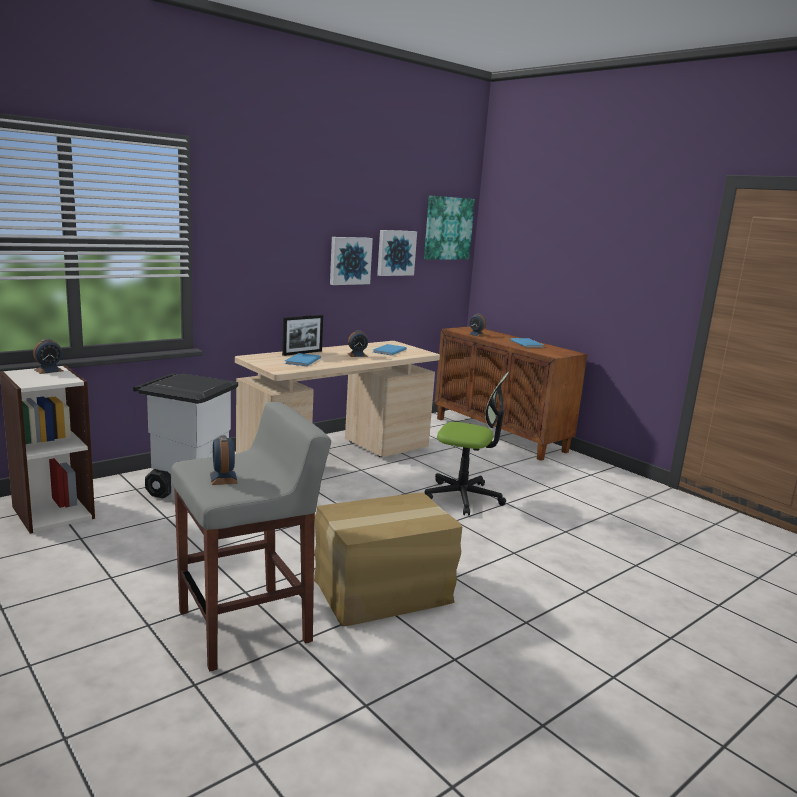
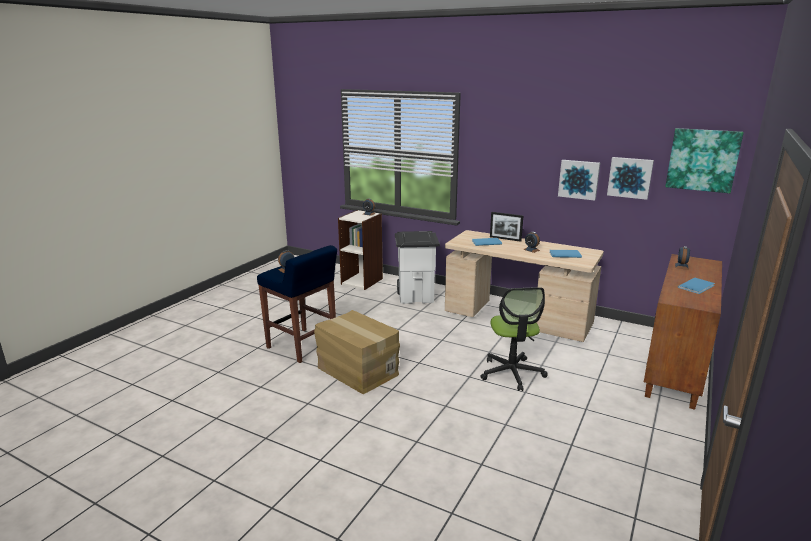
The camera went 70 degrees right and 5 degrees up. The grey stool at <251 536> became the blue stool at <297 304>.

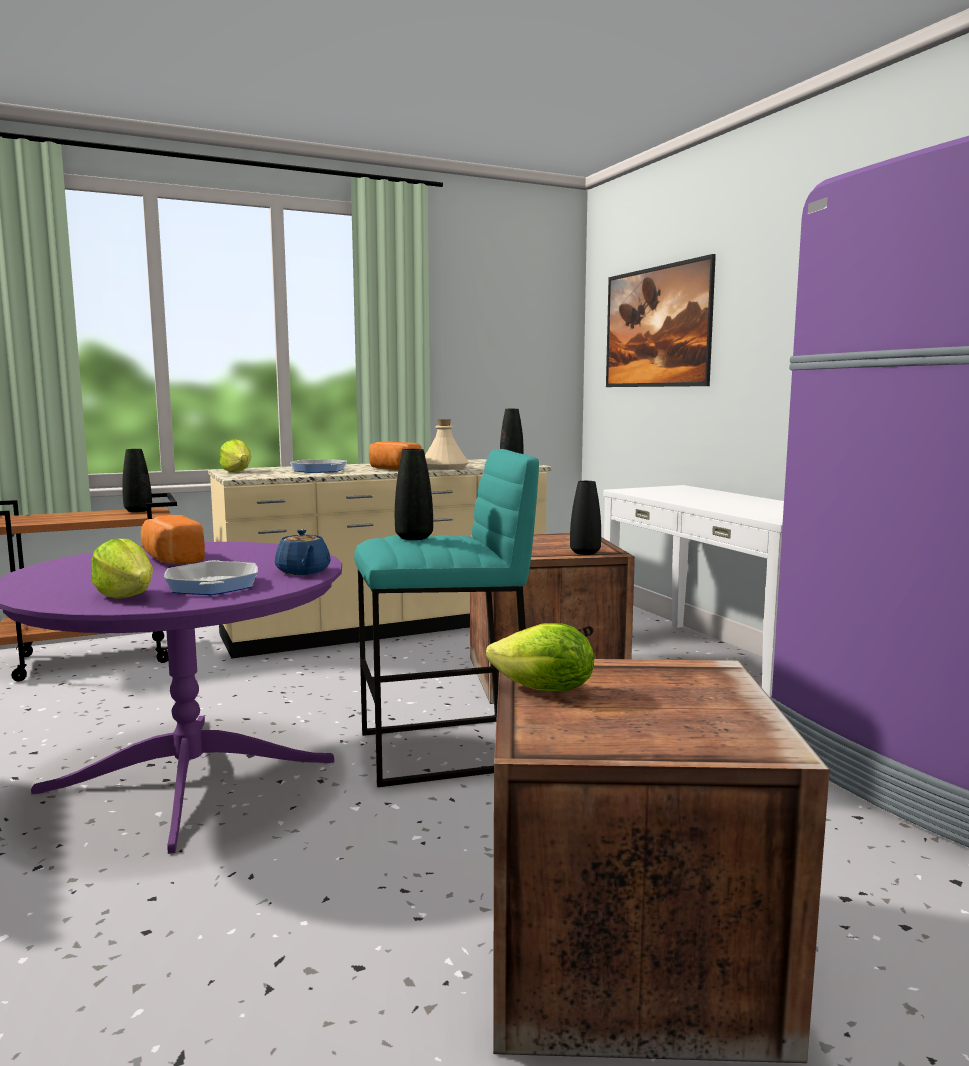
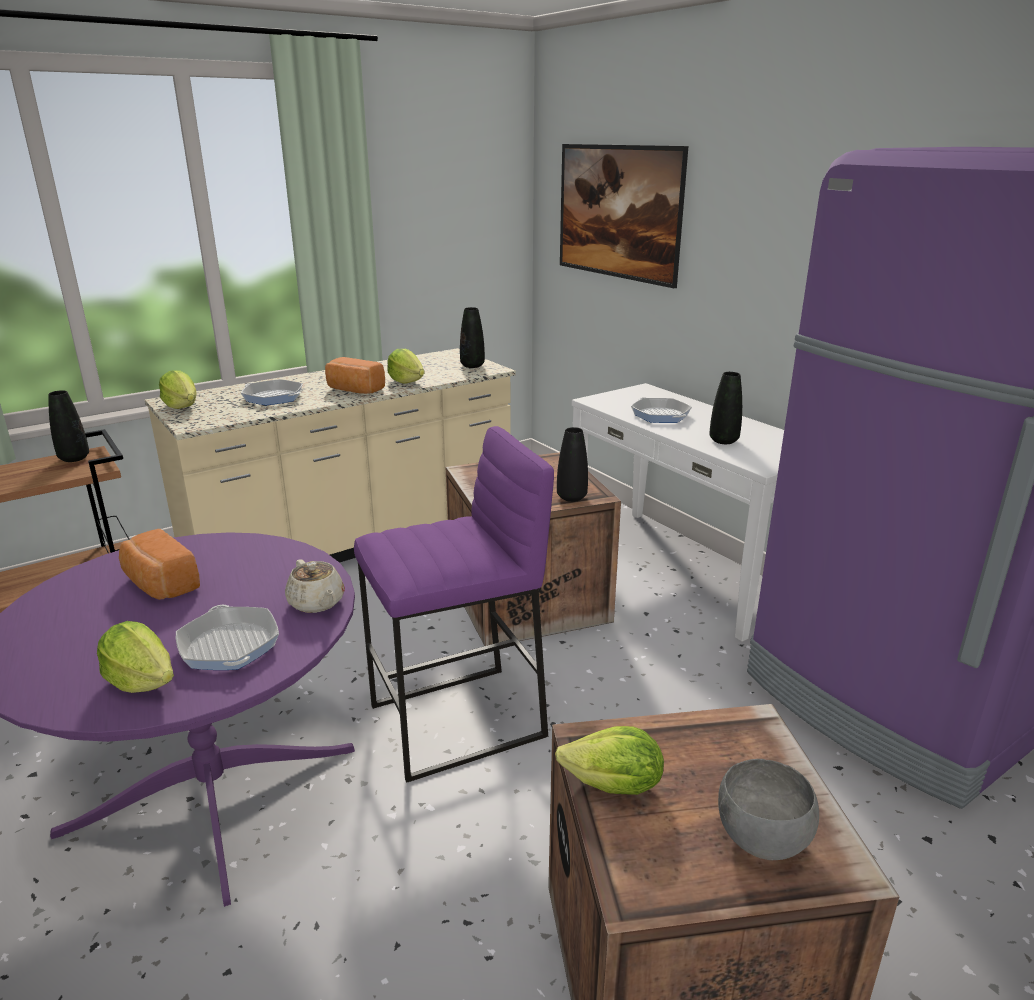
The camera went 10 degrees left and 15 degrees up. The blue teapot at <302 552> became the beige teapot at <315 586>. The turquoise stool at <446 618> became the purple stool at <454 604>. The beige bottle at <447 444> was replaced by the lettuce at <406 366>. The frying pan at <661 410> appeared. The black vase moved from <414 494> to <725 408>. The grey bowl at <768 809> appeared.

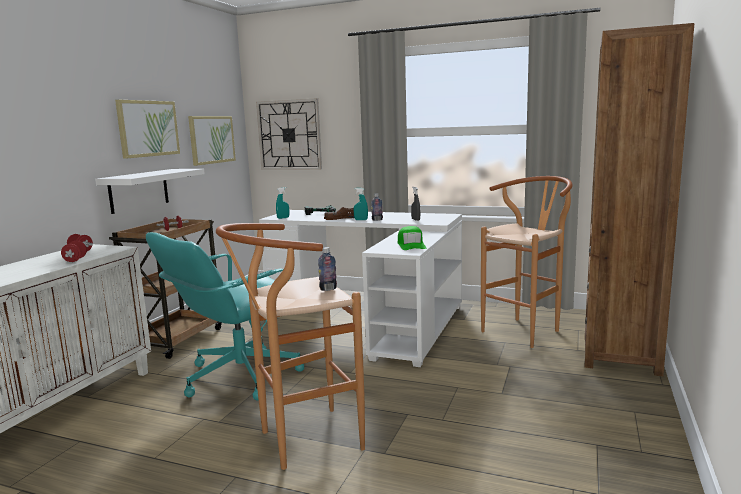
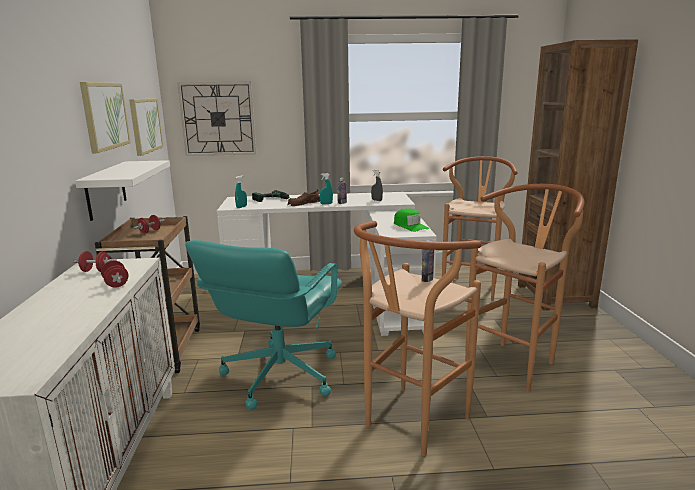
The camera went 25 degrees left and 5 degrees up. The brown stool at <524 288> appeared.

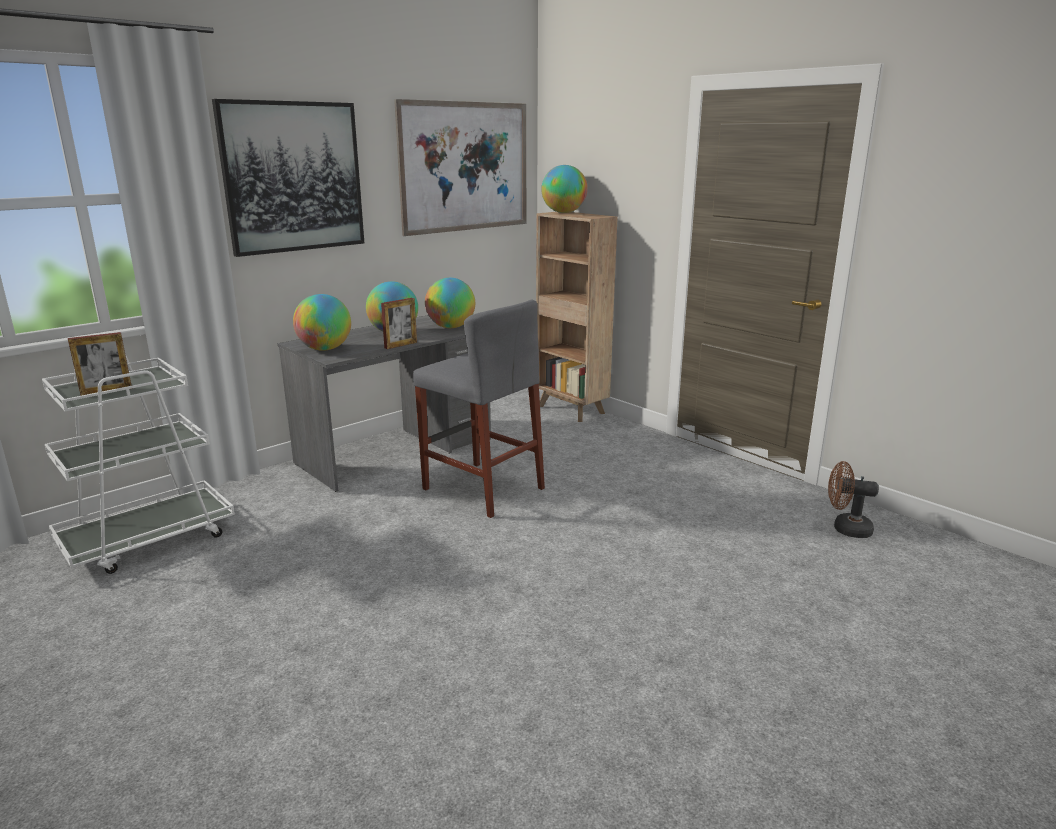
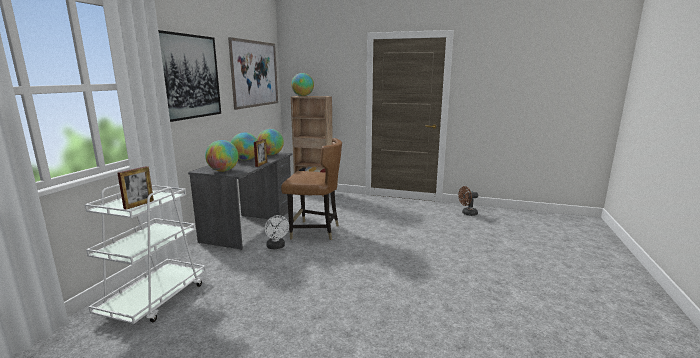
The camera went 30 degrees left and 5 degrees down. The white fan at <277 232> appeared. The grey stool at <479 409> was replaced by the brown chair at <311 189>.

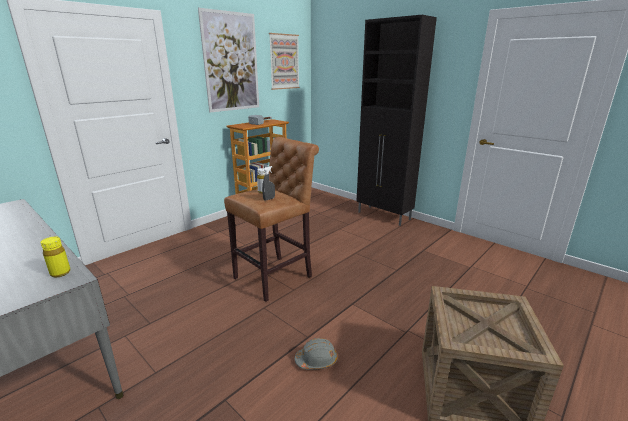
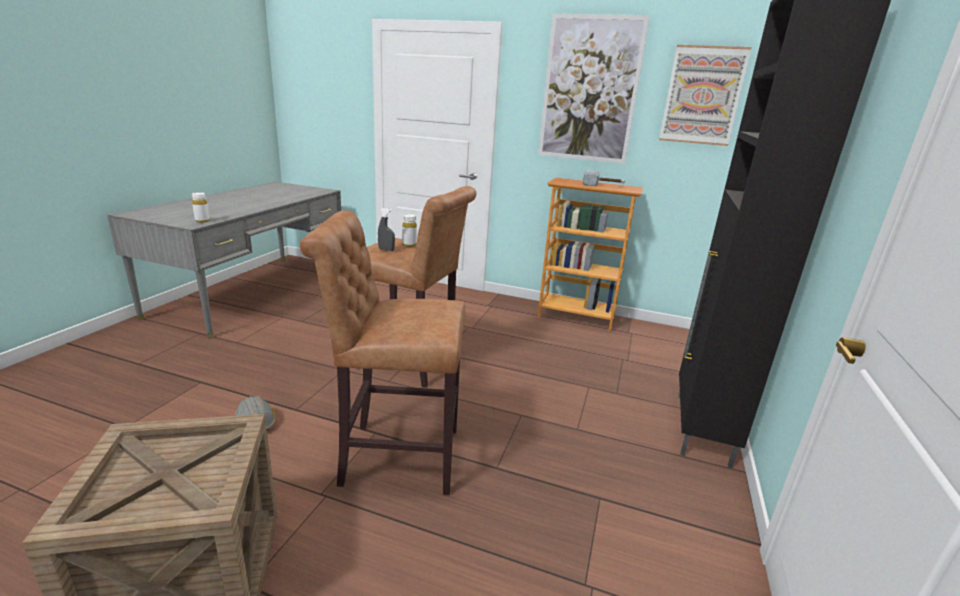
The camera went 65 degrees right and 0 degrees up. The yellow bottle at <56 257> became the white bottle at <201 207>. The brown stool at <382 352> appeared.

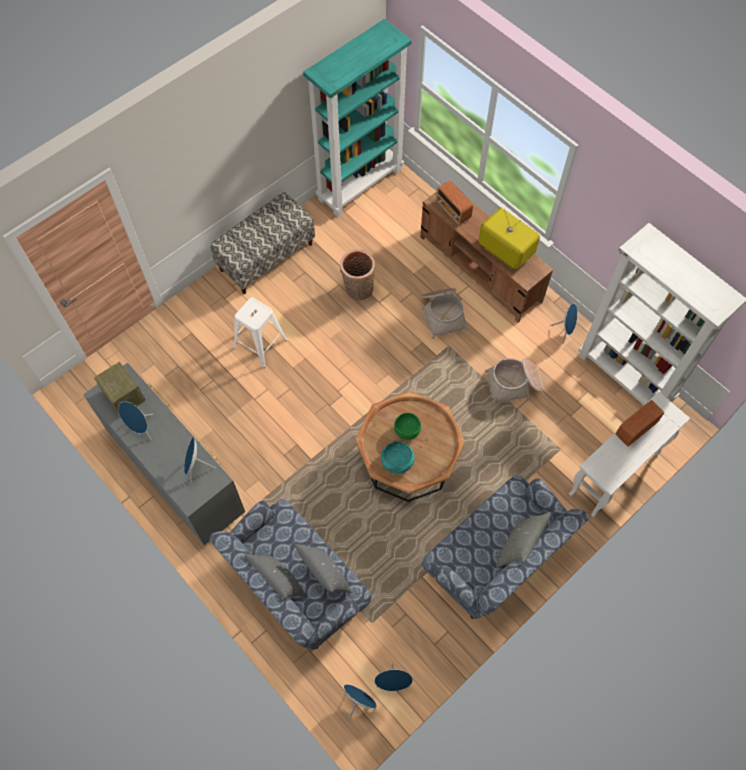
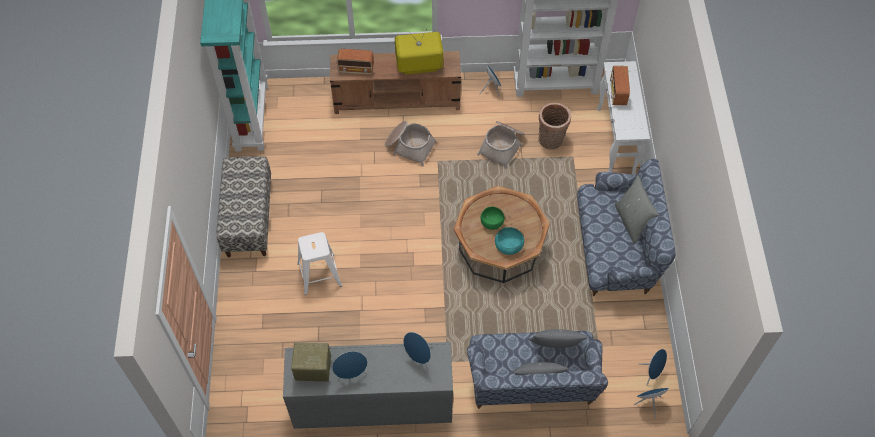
The camera went 50 degrees left and 5 degrees down. The basket moved from <358 274> to <554 126>.

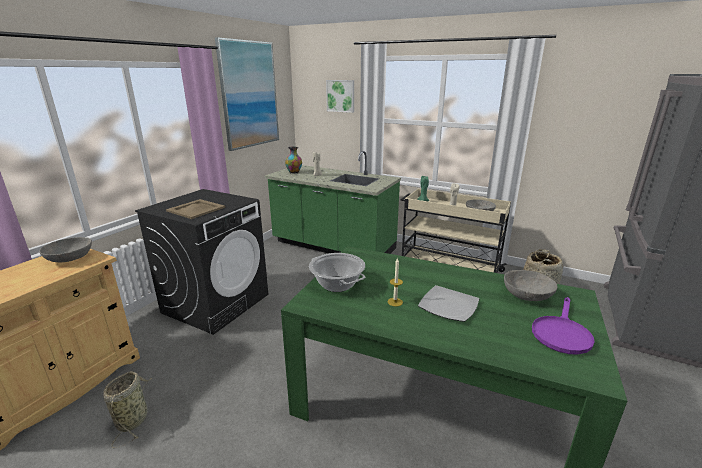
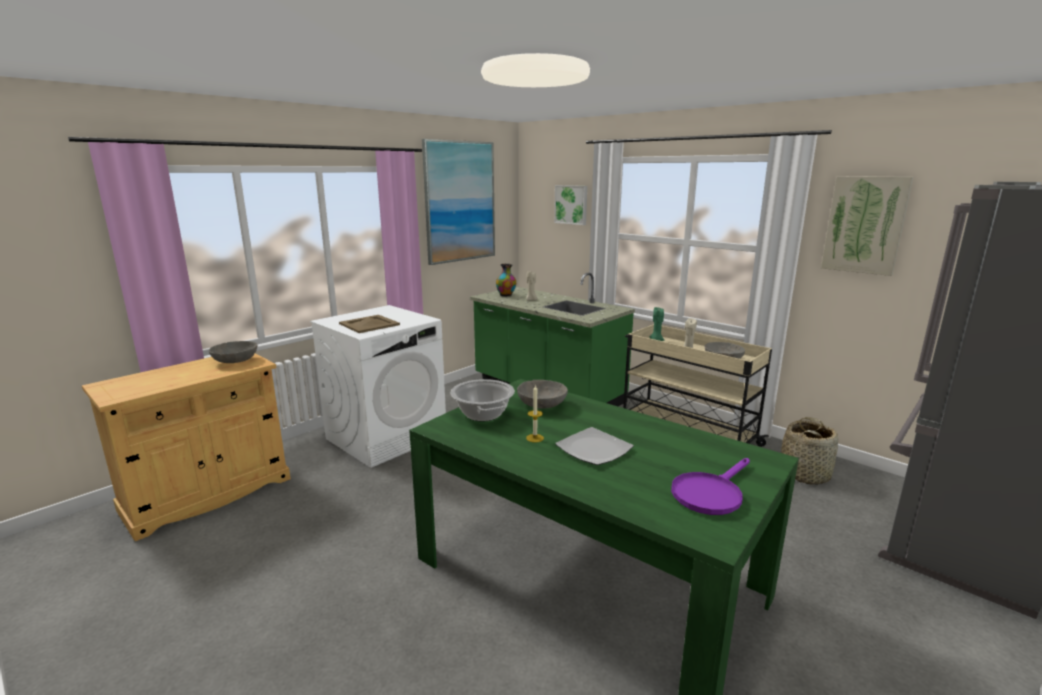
The camera went 15 degrees right and 5 degrees down. The black washing machine at <201 262> became the white washing machine at <378 386>. The grey bowl moved from <531 285> to <542 394>. The picture at <867 226> appeared. The basket at <127 409> disappeared.

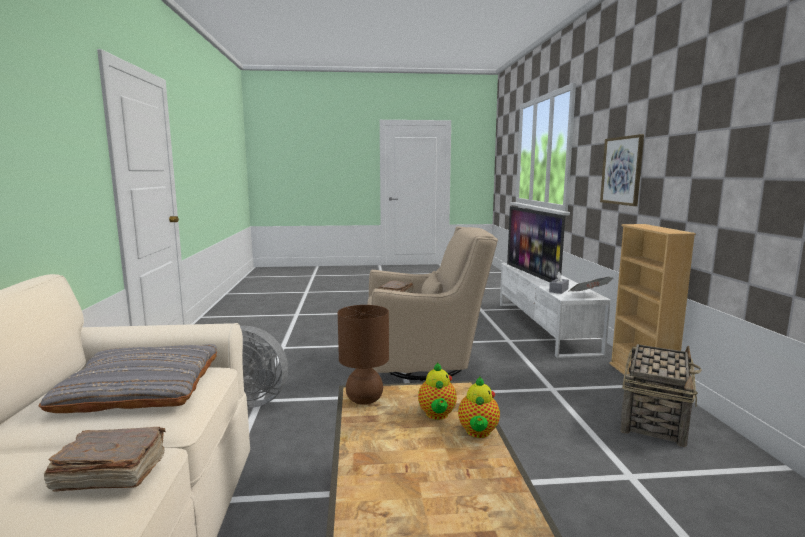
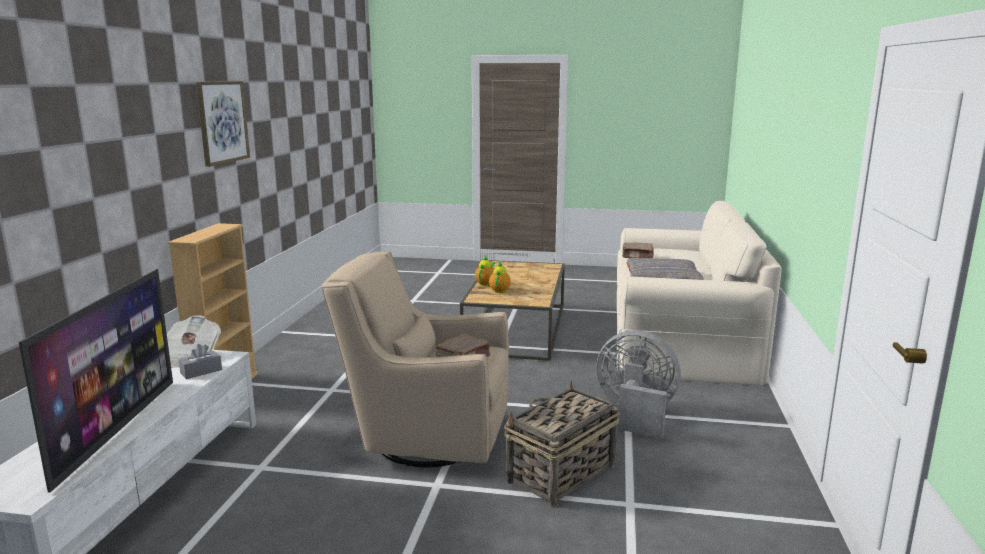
The camera went 165 degrees left and 5 degrees up. The picture moved from <622 170> to <223 124>. The basket moved from <661 395> to <562 443>. The brown table lamp at <363 355> disappeared.

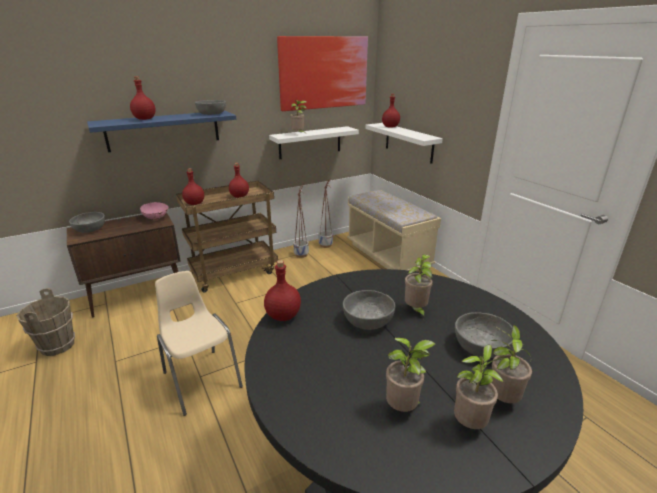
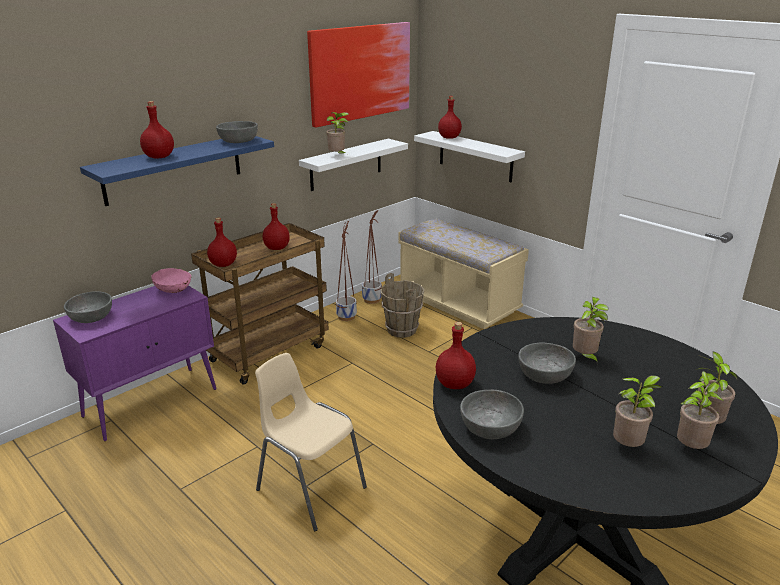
The camera went 15 degrees left and 0 degrees up. The brown cabinet at <124 265> became the purple cabinet at <135 363>. The brown bucket moved from <46 322> to <402 305>. The grey bowl moved from <484 335> to <492 414>.

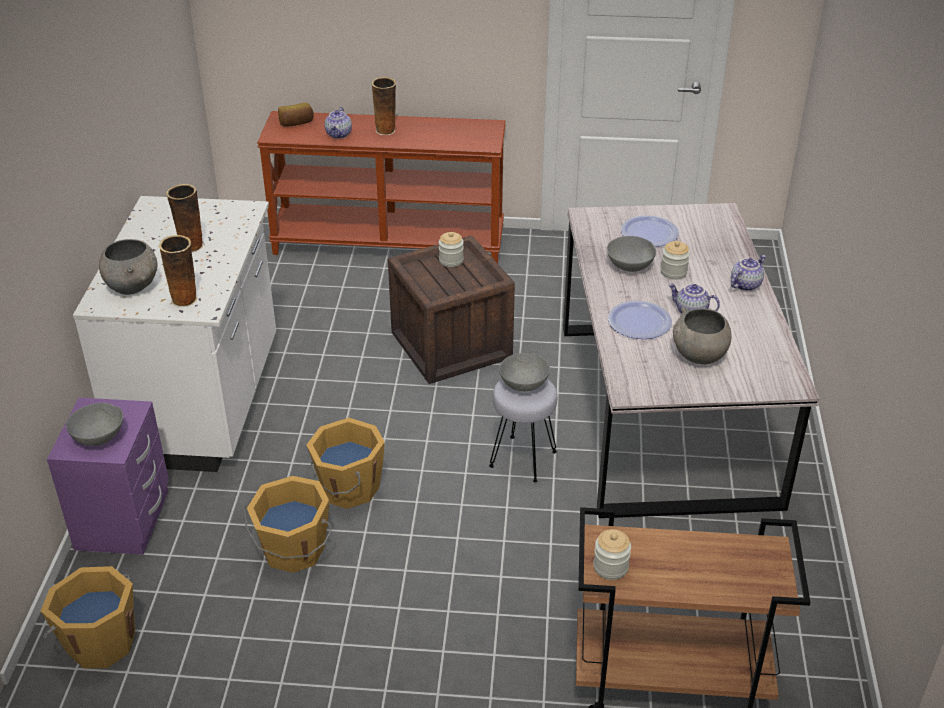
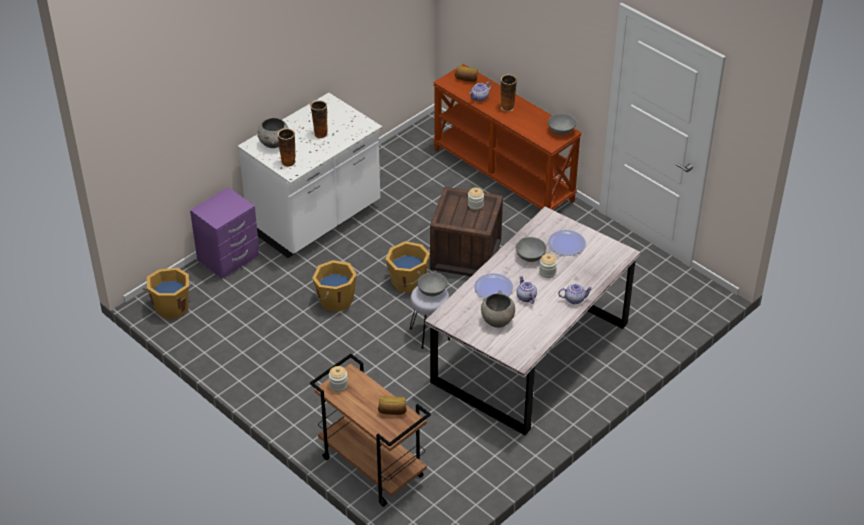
The camera went 40 degrees right and 5 degrees up. The bread at <392 405> appeared. The orange bucket moved from <288 524> to <408 267>. The grey bowl moved from <94 424> to <562 124>.

